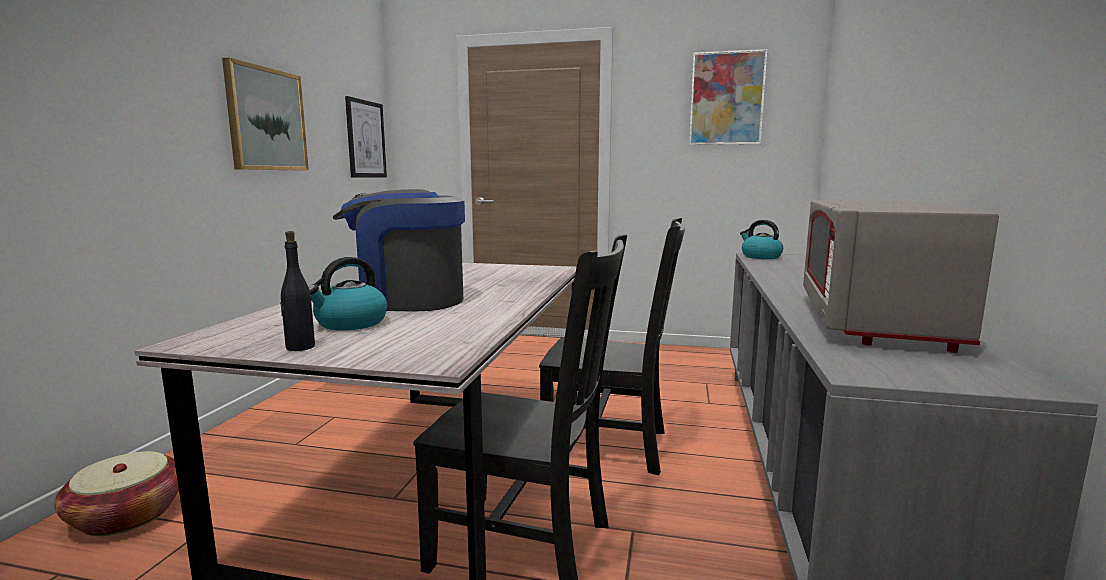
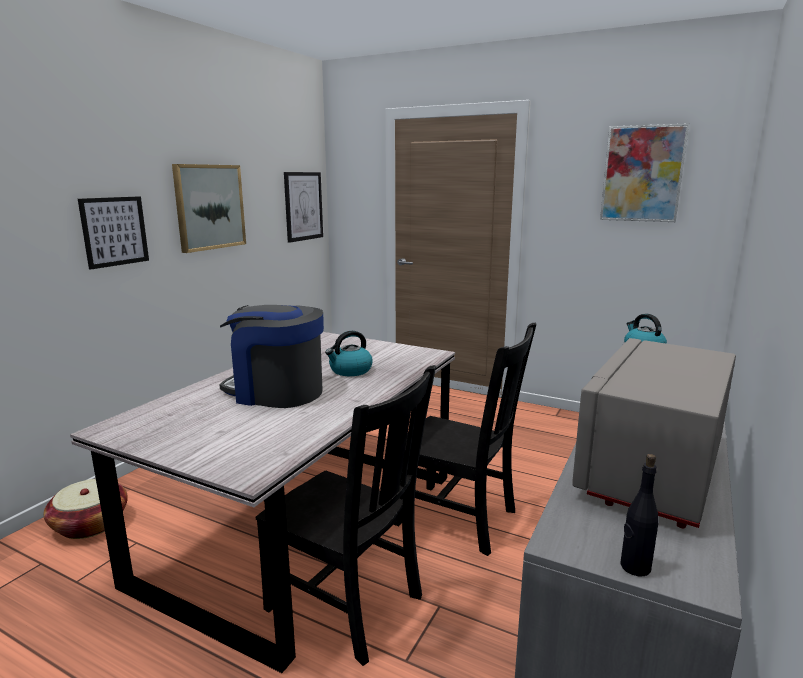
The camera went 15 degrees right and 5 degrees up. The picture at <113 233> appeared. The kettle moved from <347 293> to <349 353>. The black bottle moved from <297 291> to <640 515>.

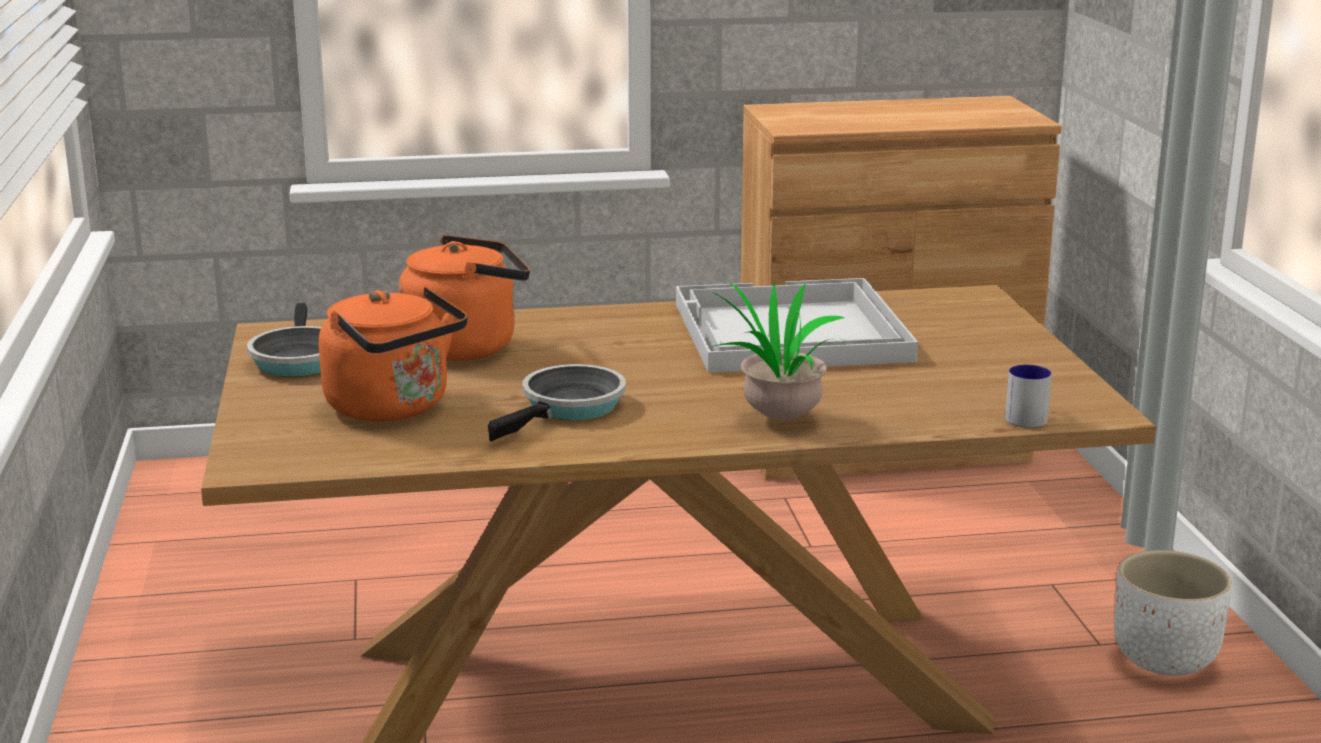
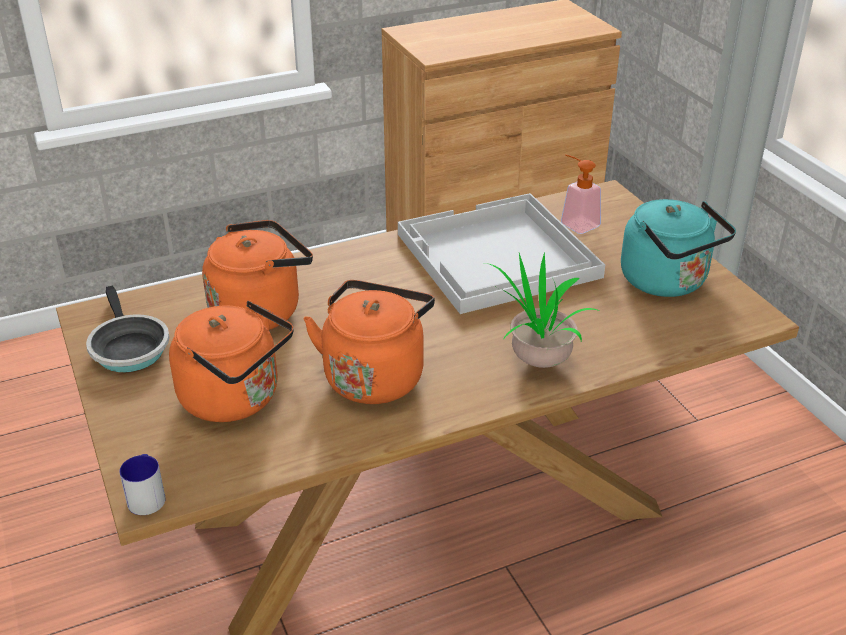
The camera went 15 degrees left and 15 degrees up. The mug moved from <1028 396> to <142 484>. The frying pan at <557 402> was replaced by the orange kettle at <369 342>. The soap dispenser at <581 194> appeared. The turquoise kettle at <678 248> appeared. The white planter at <1173 613> disappeared.

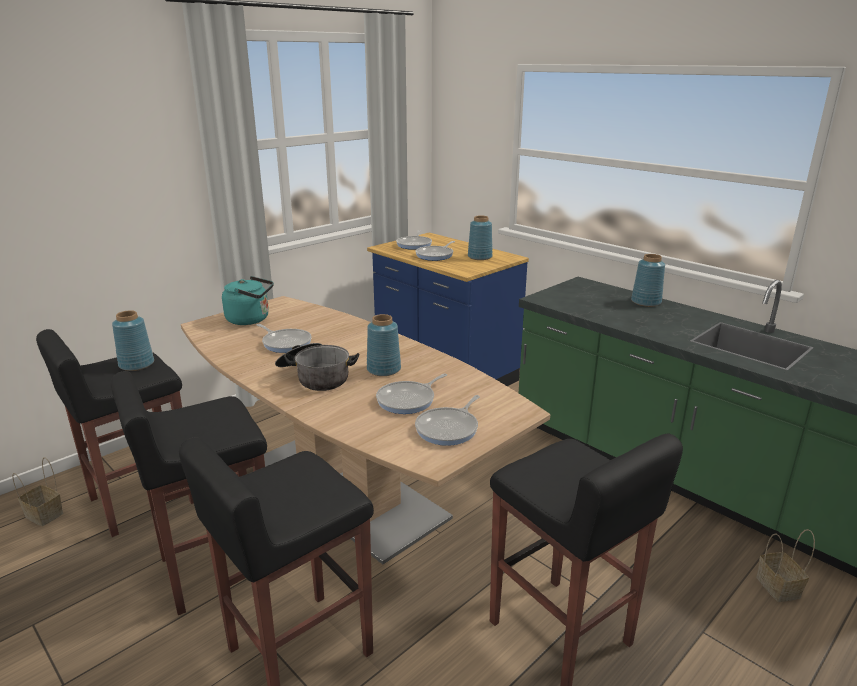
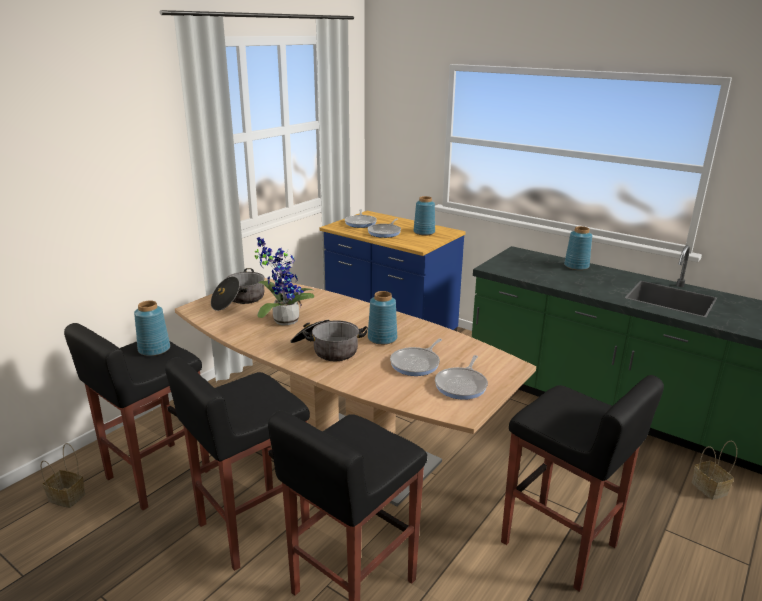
The camera went 10 degrees left and 0 degrees up. The turquoise kettle at <248 300> was replaced by the cooking pot at <238 289>. The frying pan at <284 338> was replaced by the potted plant at <284 281>.

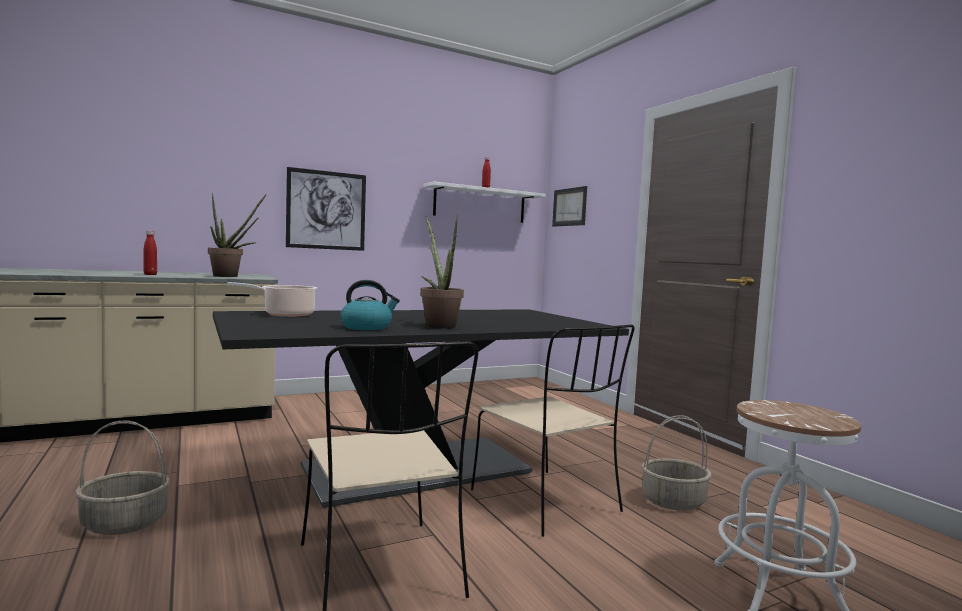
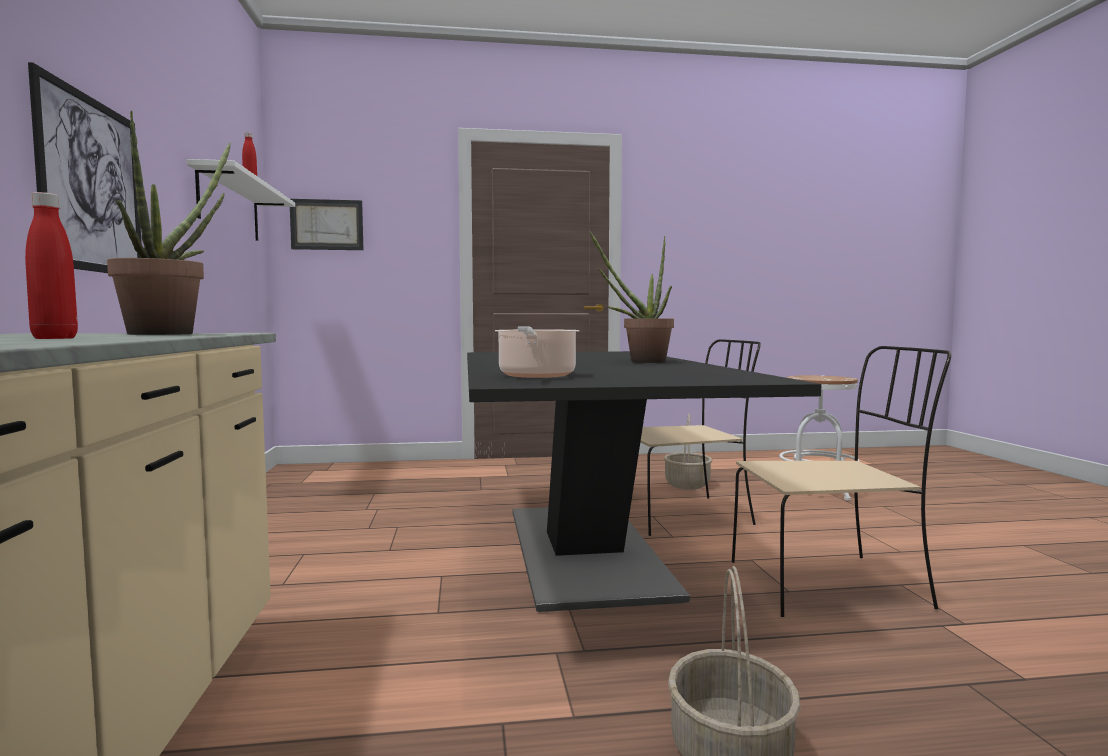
The camera went 70 degrees left and 0 degrees up. The kettle at <370 305> disappeared.

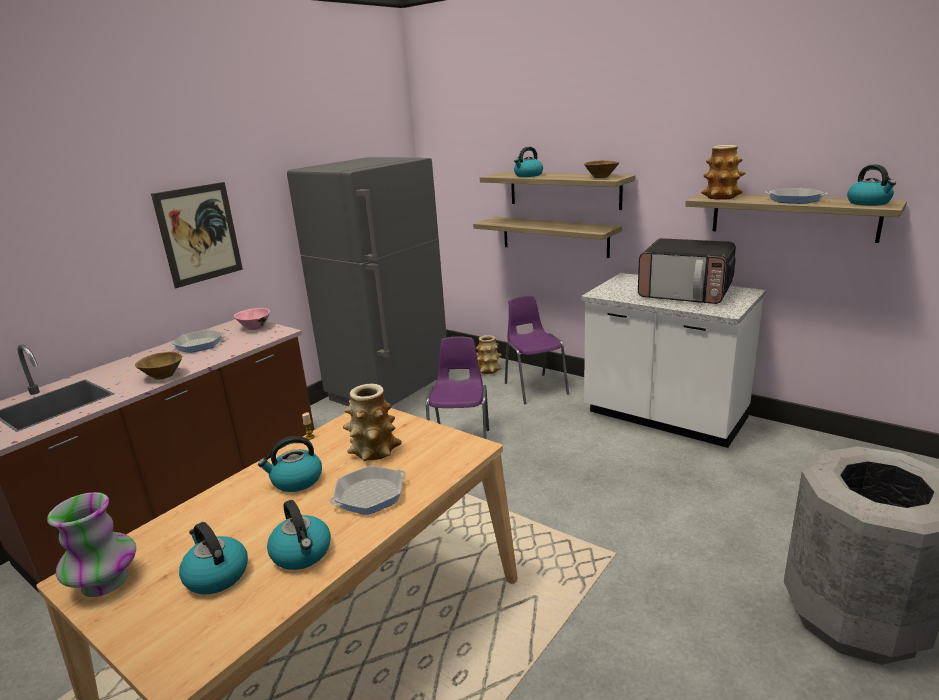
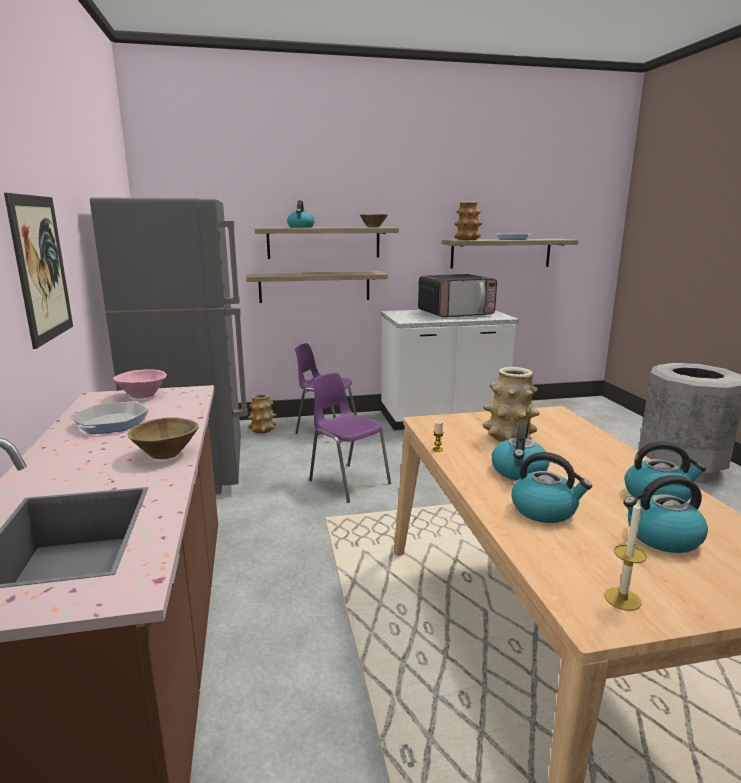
The camera went 50 degrees left and 5 degrees down. The kettle moved from <871 185> to <551 487>. The vase at <91 544> was replaced by the candle at <625 555>. The frying pan at <367 490> disappeared.

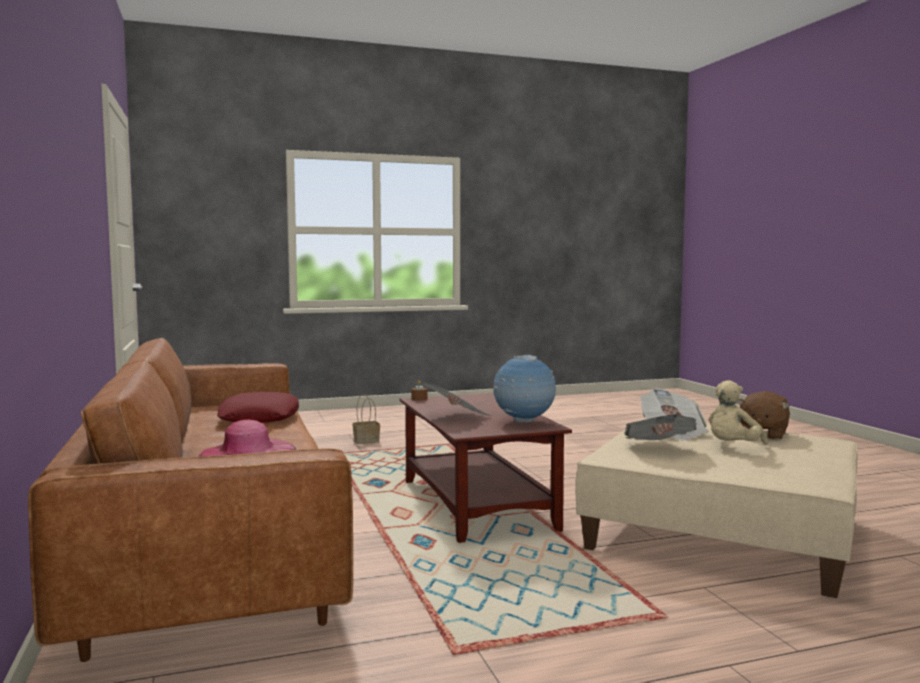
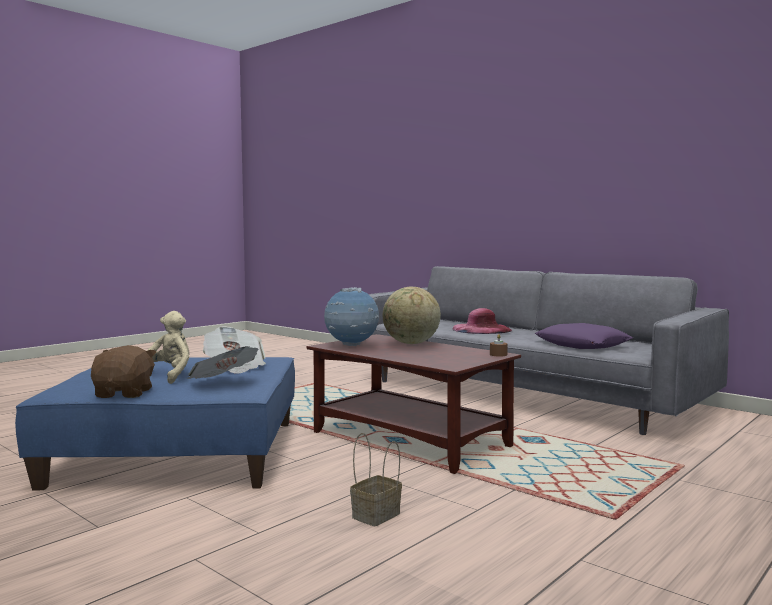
The camera went 150 degrees right and 0 degrees up. The beige ottoman at <716 508> became the blue ottoman at <155 423>. The basket moved from <366 419> to <376 479>. The brown sofa at <190 500> became the grey sofa at <548 350>. The newspaper at <457 399> was replaced by the globe at <411 315>. The red pillow at <258 407> became the purple pillow at <584 336>.

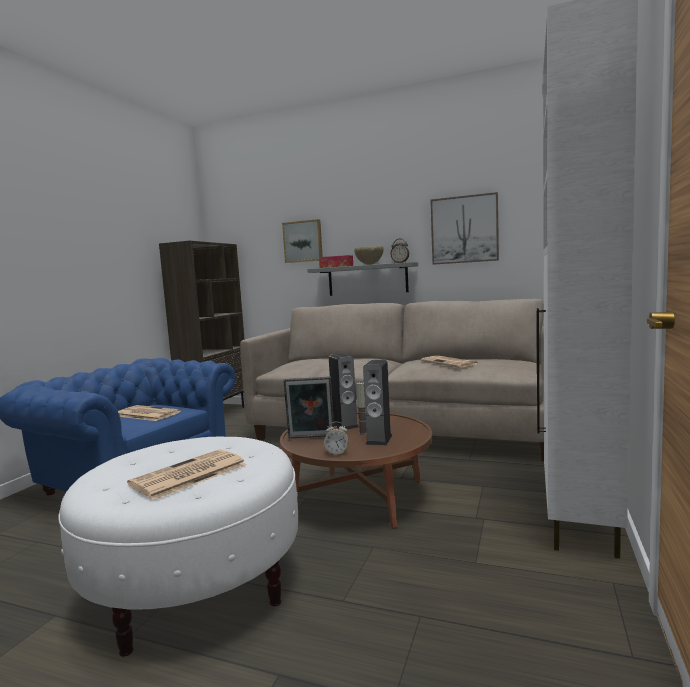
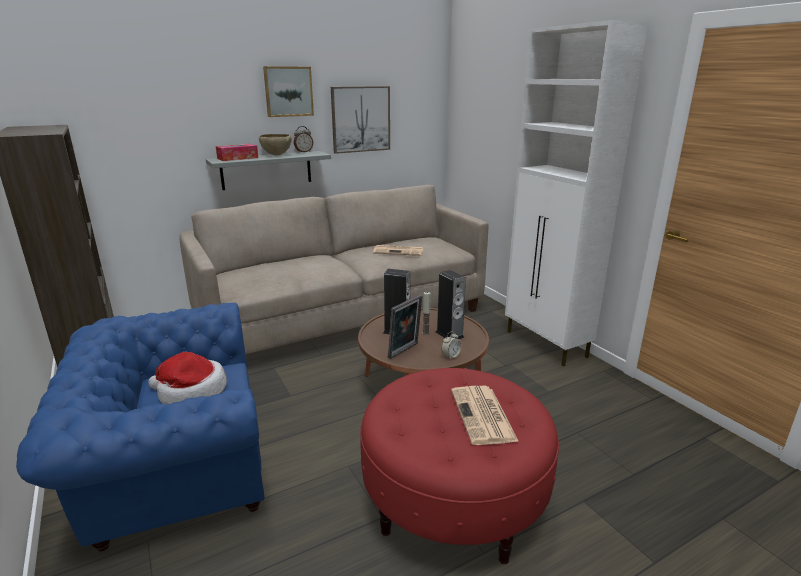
The camera went 50 degrees left and 15 degrees up. The newspaper at <149 413> was replaced by the hat at <187 378>. The picture moved from <302 241> to <288 91>. The white ottoman at <178 547> became the red ottoman at <459 466>.

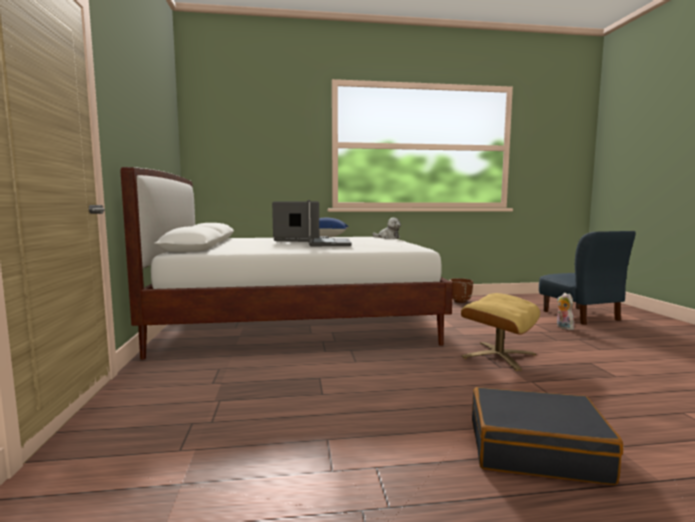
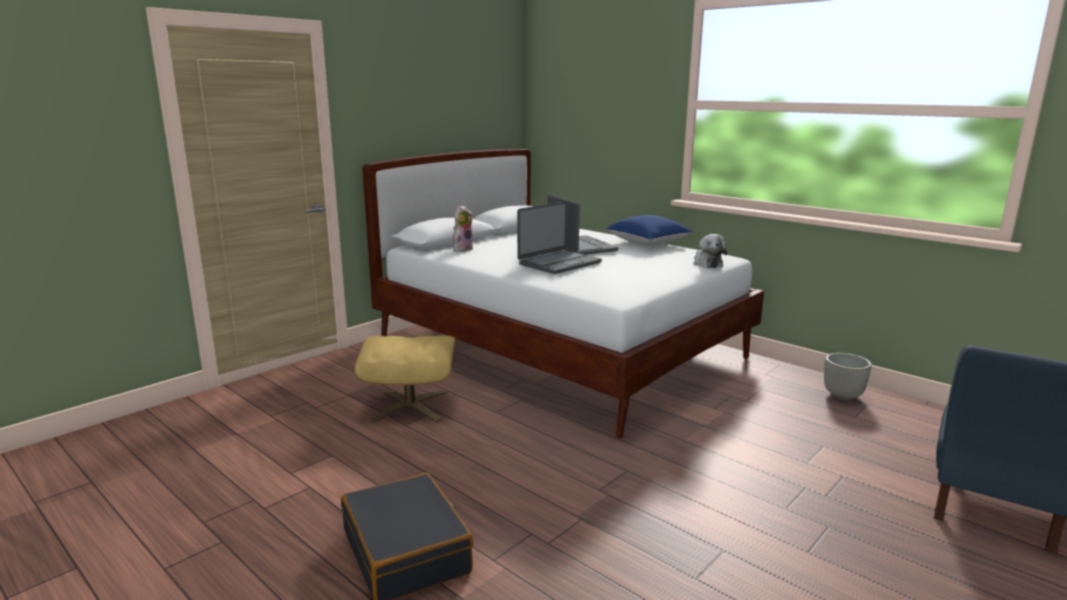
The camera went 50 degrees right and 10 degrees up. The beige ottoman moved from <500 332> to <405 379>. The plush toy moved from <565 311> to <463 228>. The brown planter at <461 290> became the grey planter at <848 377>.

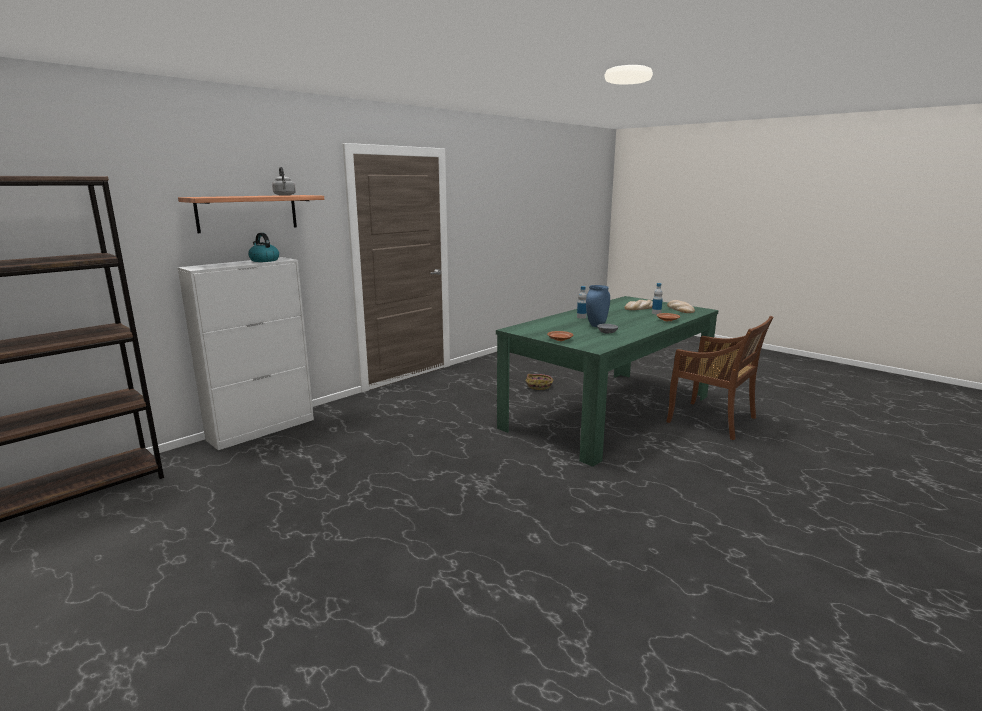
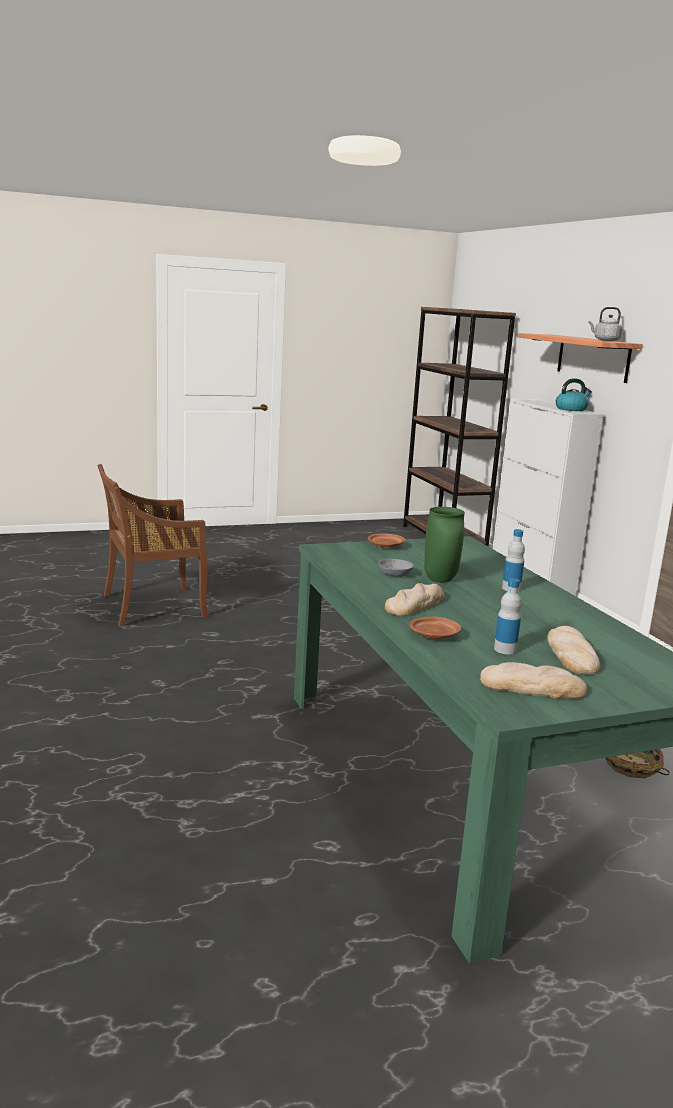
The camera went 115 degrees right and 0 degrees up. The brown chair moved from <720 378> to <152 545>. The bread at <414 599> appeared. The blue vase at <598 306> became the green vase at <444 545>.

